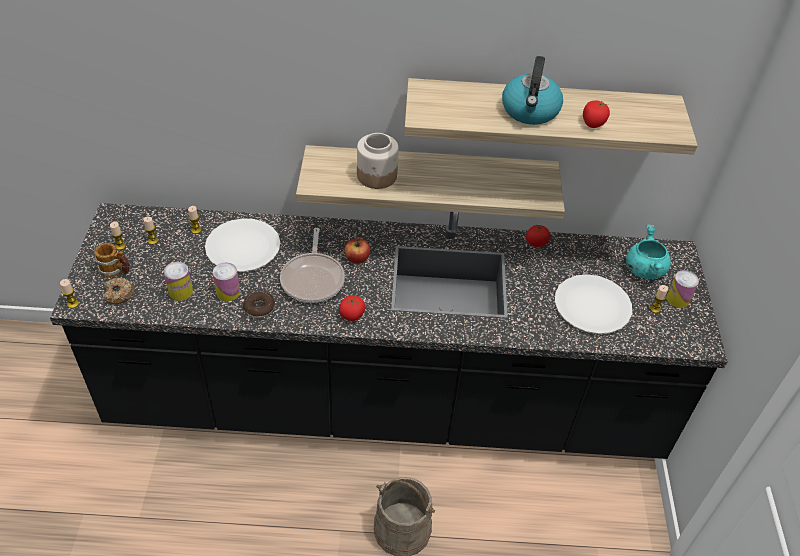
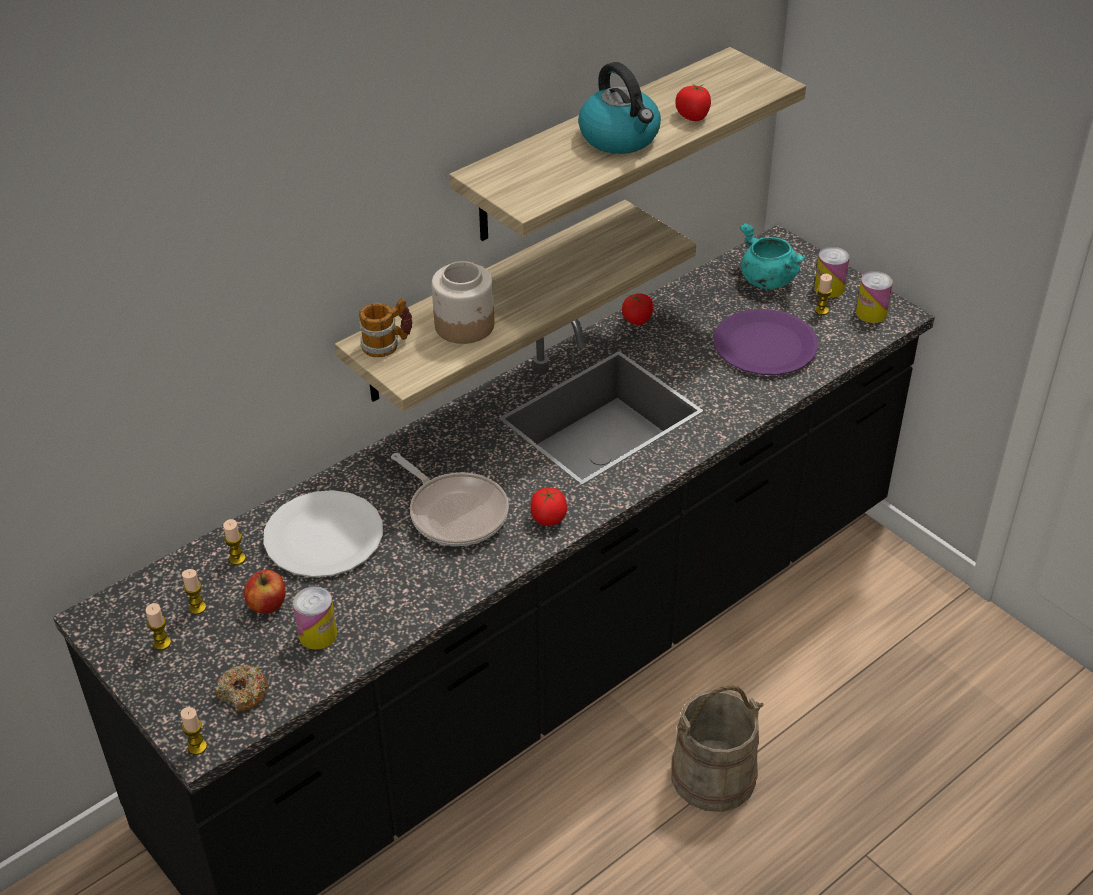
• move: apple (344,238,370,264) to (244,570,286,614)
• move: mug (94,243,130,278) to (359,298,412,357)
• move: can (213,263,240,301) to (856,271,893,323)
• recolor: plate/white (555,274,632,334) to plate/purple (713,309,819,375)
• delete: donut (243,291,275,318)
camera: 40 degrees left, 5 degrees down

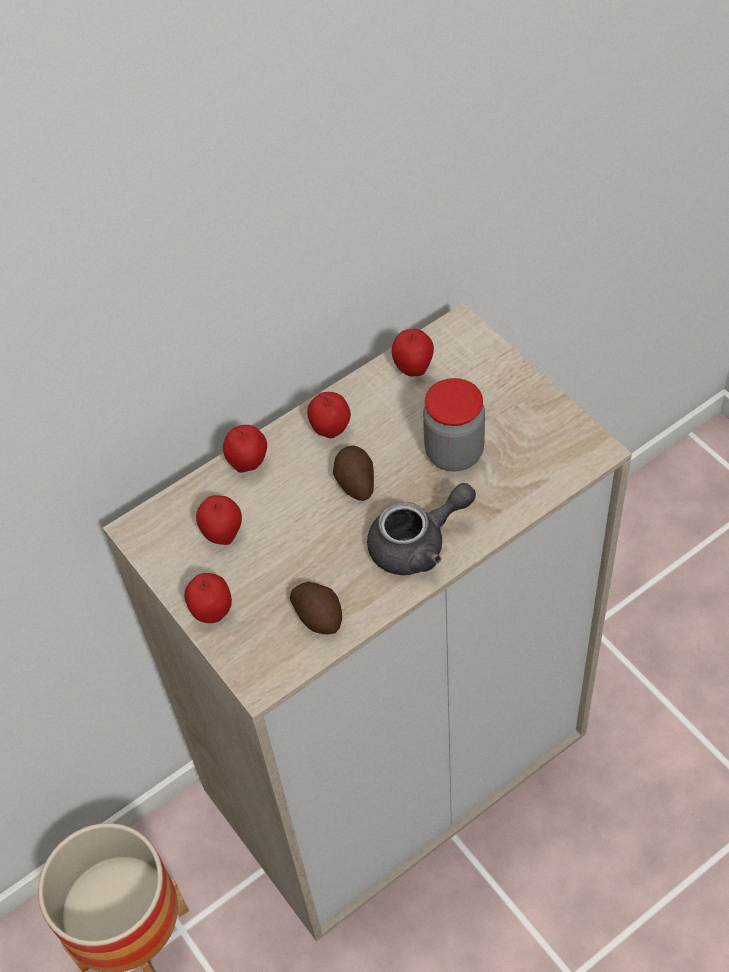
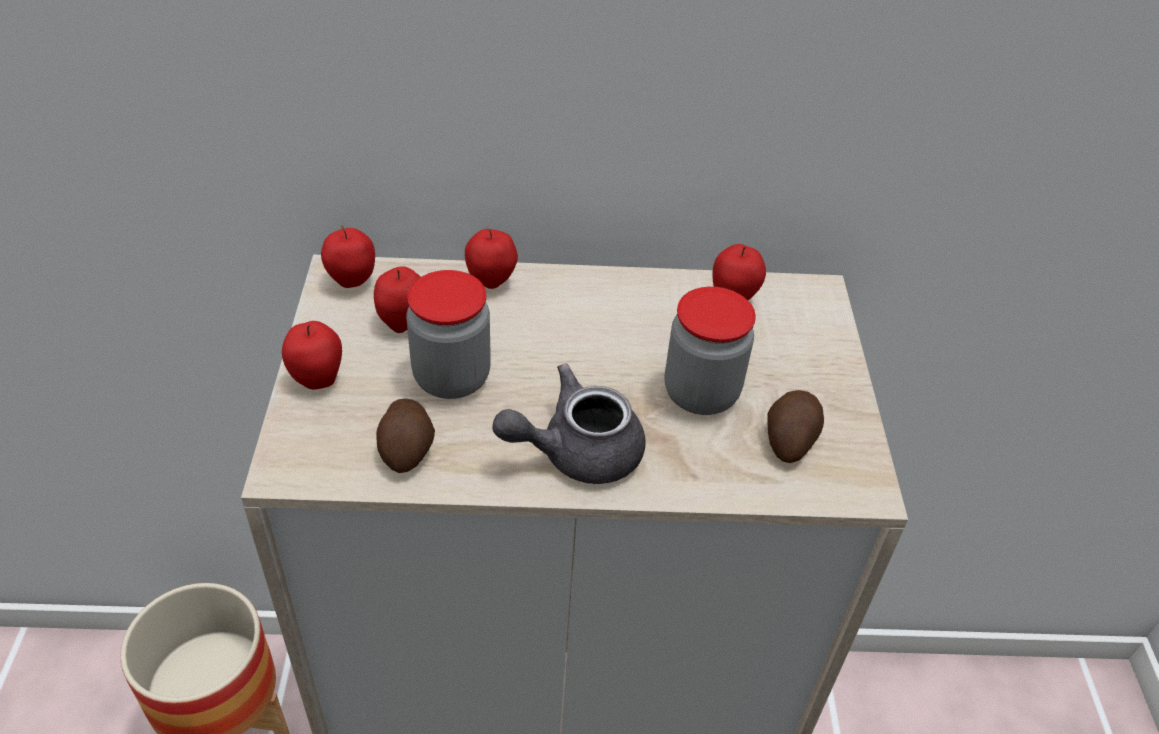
• move: apple (307,392,351,438) to (321,225,375,288)
• move: potato (333,446,374,501) to (768,390,824,463)
• rotate: teapot/grey (367,483,476,575) = (492,363,645,484) 150 degrees clockwise
• insert: jar (406,270,491,399)
camera: 30 degrees right, 10 degrees down

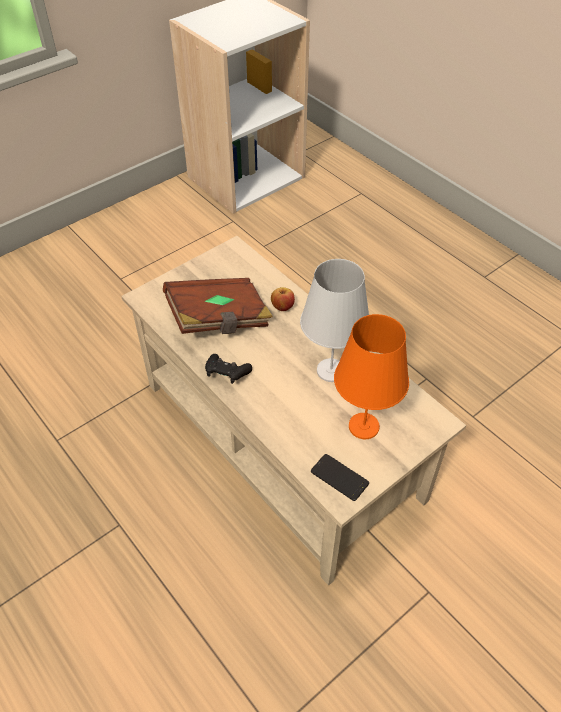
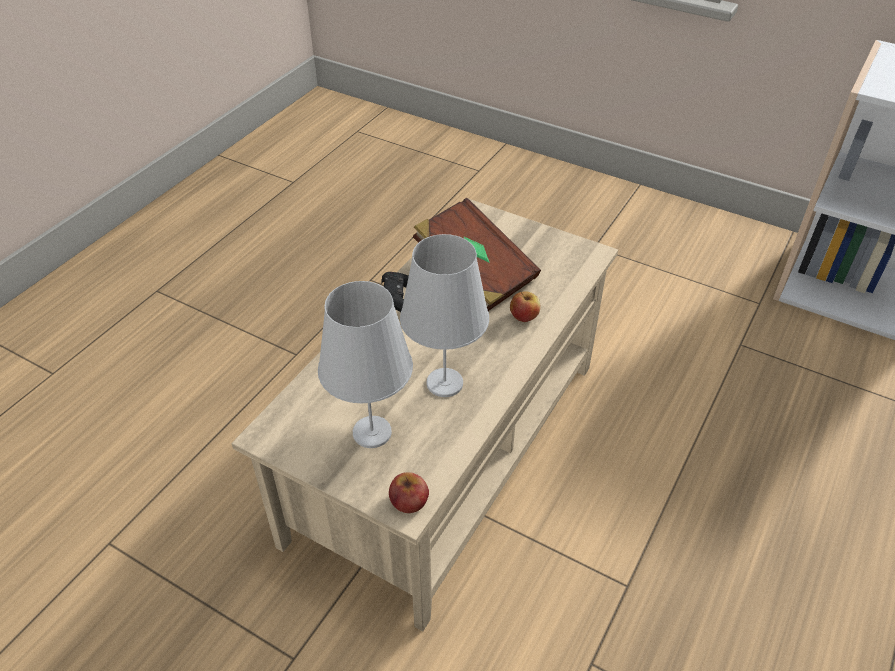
• recolor: table lamp/orange (334,314,409,439) to table lamp/white (318,281,413,448)
• delete: phone (311,454,369,501)
• insert: apple (389,472,429,513)
camera: 70 degrees right, 5 degrees down

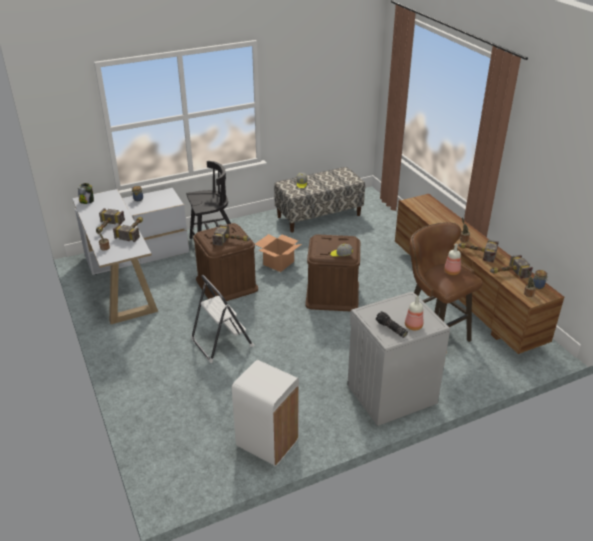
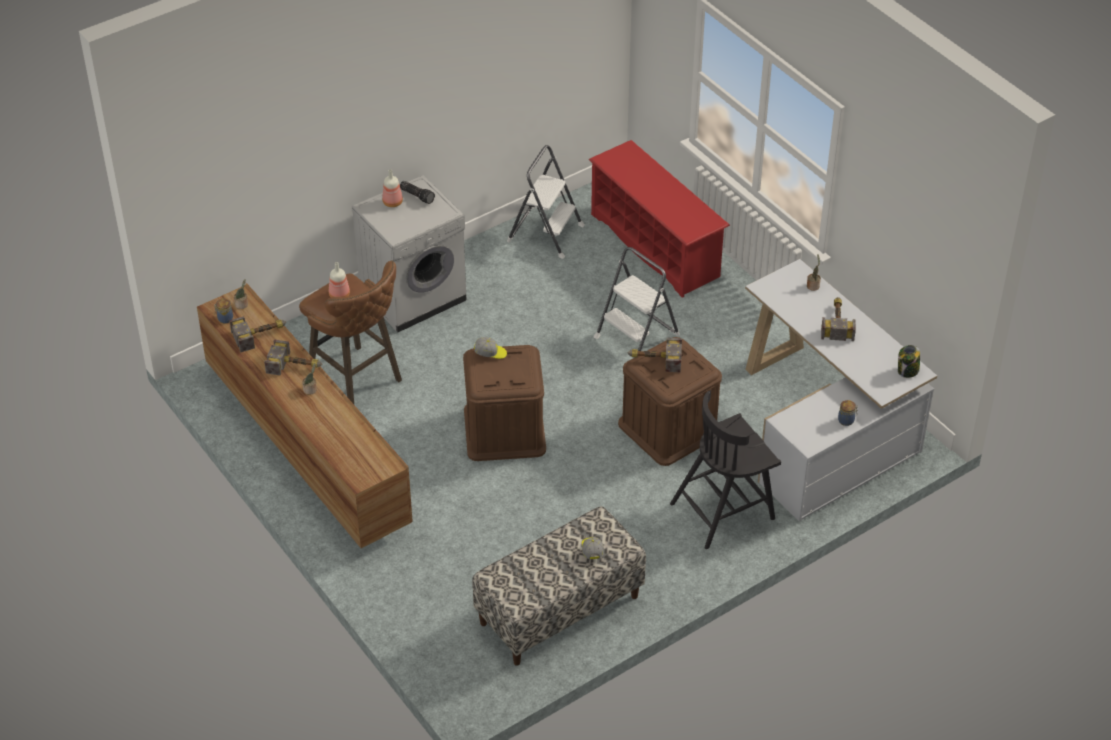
• delete: hammer (113,217,143,242)
• delete: cardboard box (255,234,302,272)
• replace: trash can/white (232,360,299,466) to step ladder/white (507,145,585,259)
• insert: shoe rack/red (588,140,730,298)
camera: 170 degrees right, 10 degrees up

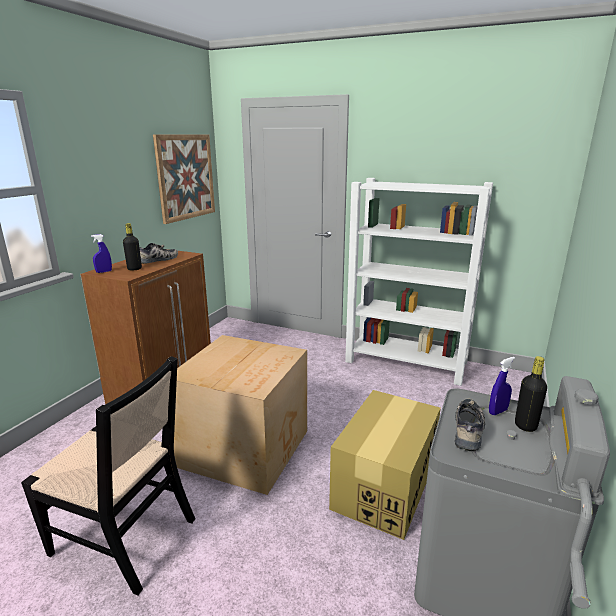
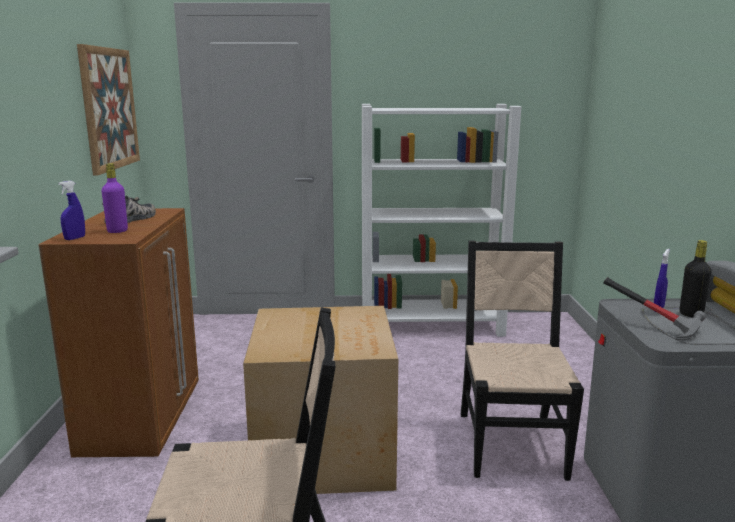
• recolor: bottle/black (123,223,142,271) to bottle/purple (102,163,128,233)
• replace: cardboard box (329,390,441,540) to chair (461,240,584,481)
• replace: shoe (455,398,485,451) to hammer (603,277,706,340)
camera: 25 degrees left, 5 degrees down

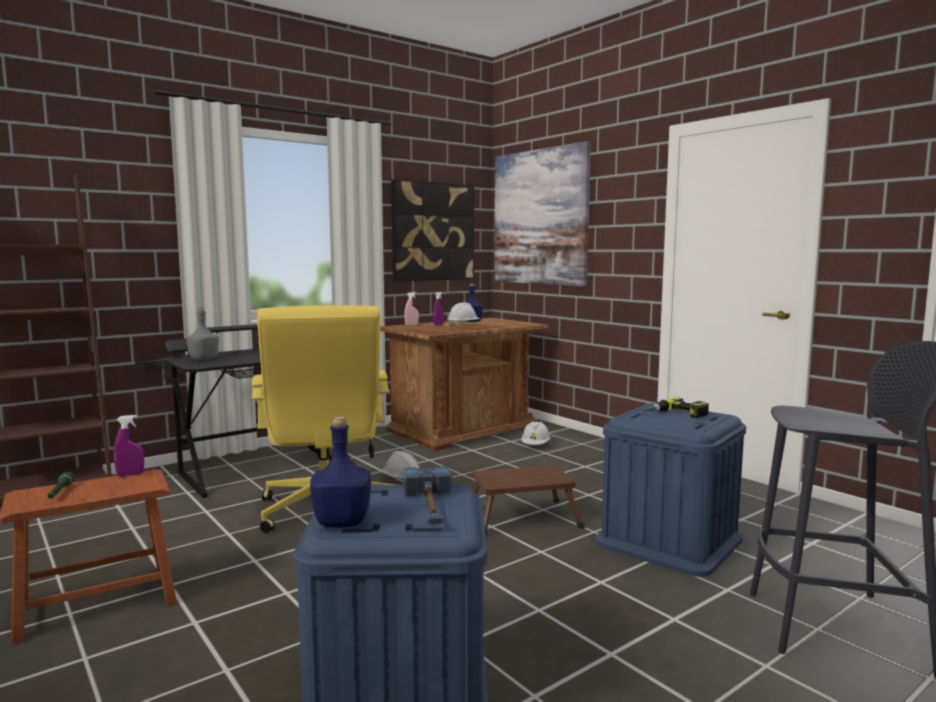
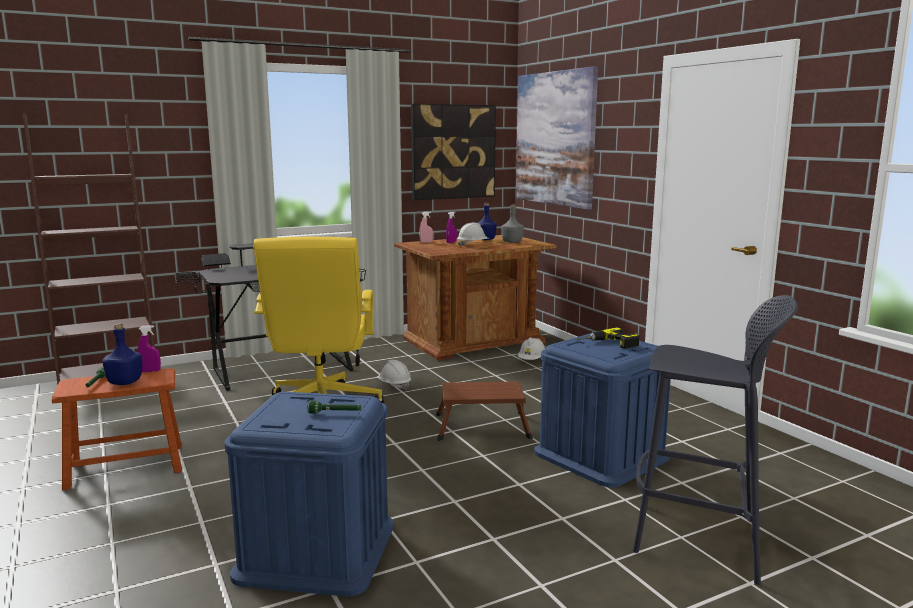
• move: bottle/grey (186,308,219,360) to (501,205,524,243)
• move: bottle/blue (310,417,371,528) to (102,323,142,385)
• replace: hammer (403,466,452,525) to flashlight/green (308,400,361,414)
camera: 10 degrees right, 5 degrees up

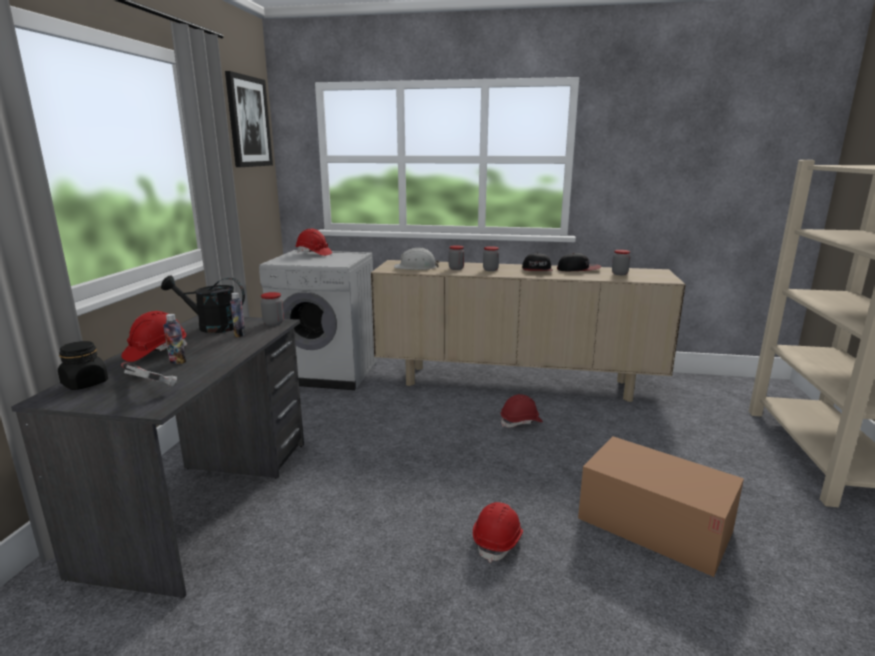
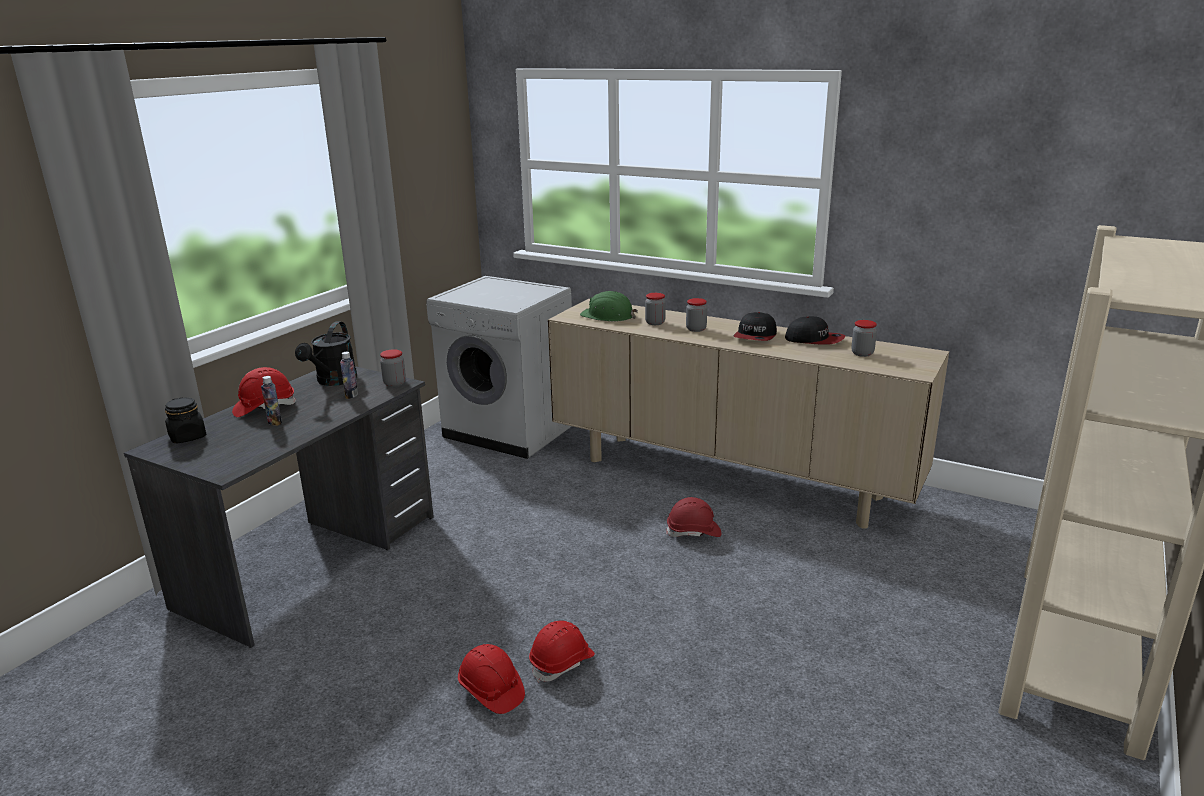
• delete: picture (225,71,273,167)
• move: hard hat/red (296,229,332,256) to (458,644,525,714)
• recolor: hard hat/white (394,248,440,270) to hard hat/green (580,291,638,322)
• rotate: watering can/black (161,276,245,333) = (295,321,357,386) 105 degrees counterclockwise
• delete: hammer (120,362,177,387)
• delete: cardboard box (578,436,744,577)
camera: 20 degrees right, 5 degrees up

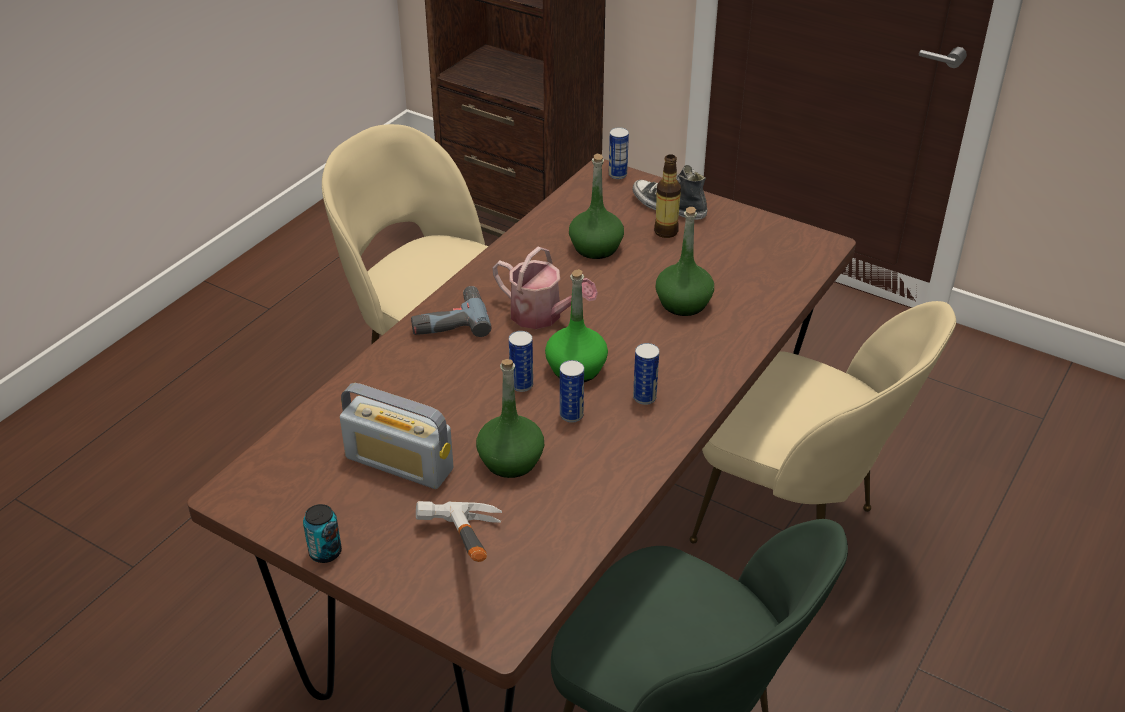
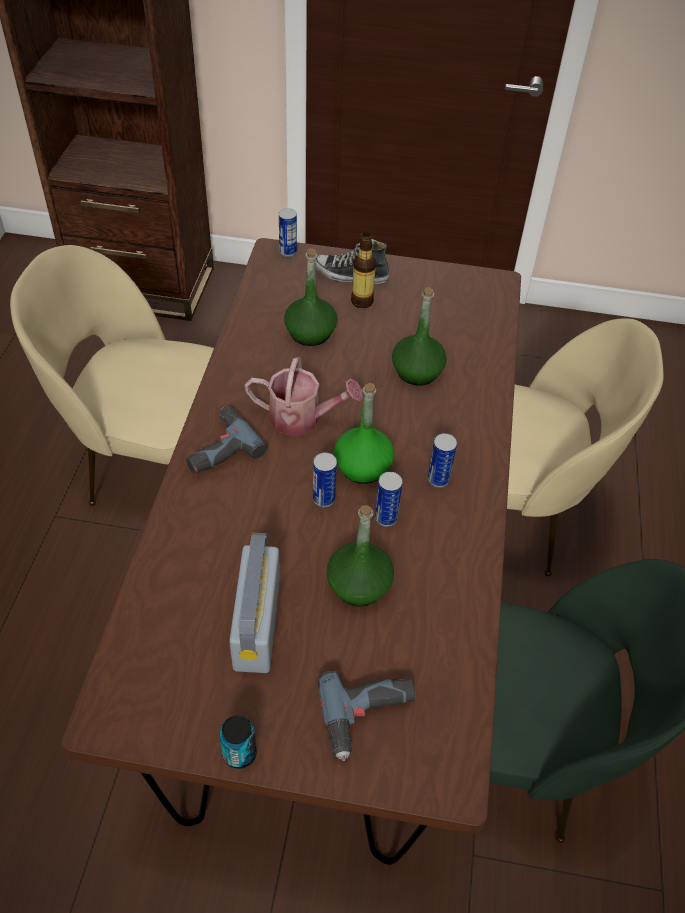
• rotate: radio (340,383,453,489) = (229,533,280,673) 90 degrees clockwise
• replace: hammer (416,501,502,562) to power drill (317,671,415,761)
camera: 25 degrees left, 10 degrees up

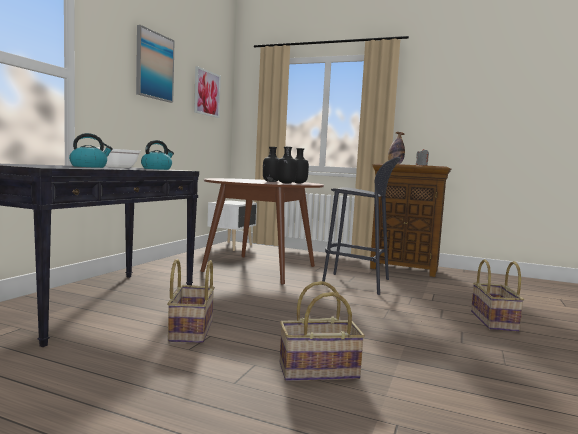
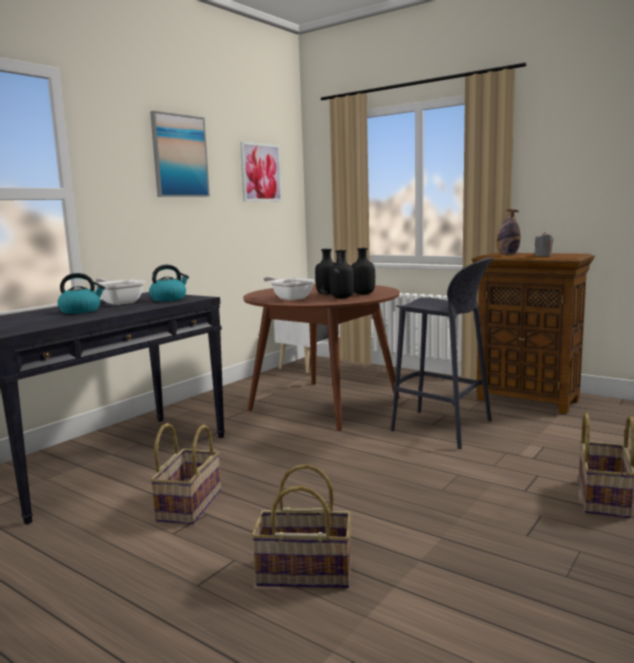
• insert: frying pan (264,277,315,300)
camera: 15 degrees right, 5 degrees up

